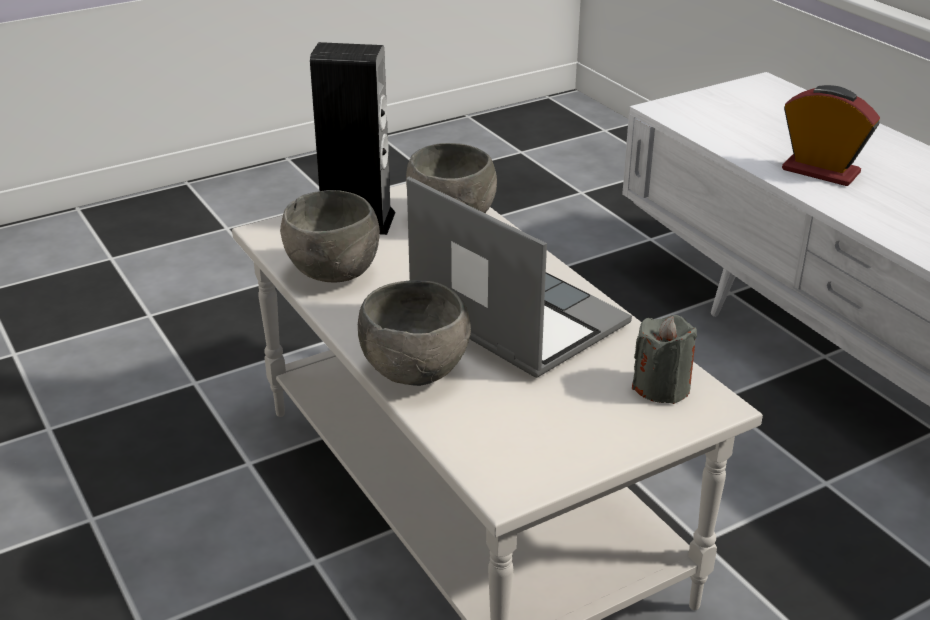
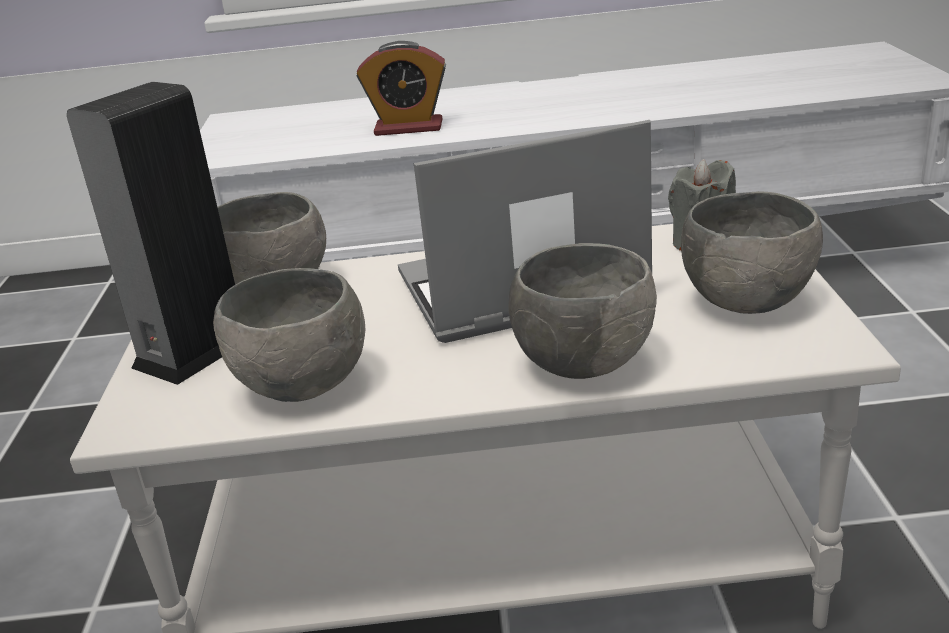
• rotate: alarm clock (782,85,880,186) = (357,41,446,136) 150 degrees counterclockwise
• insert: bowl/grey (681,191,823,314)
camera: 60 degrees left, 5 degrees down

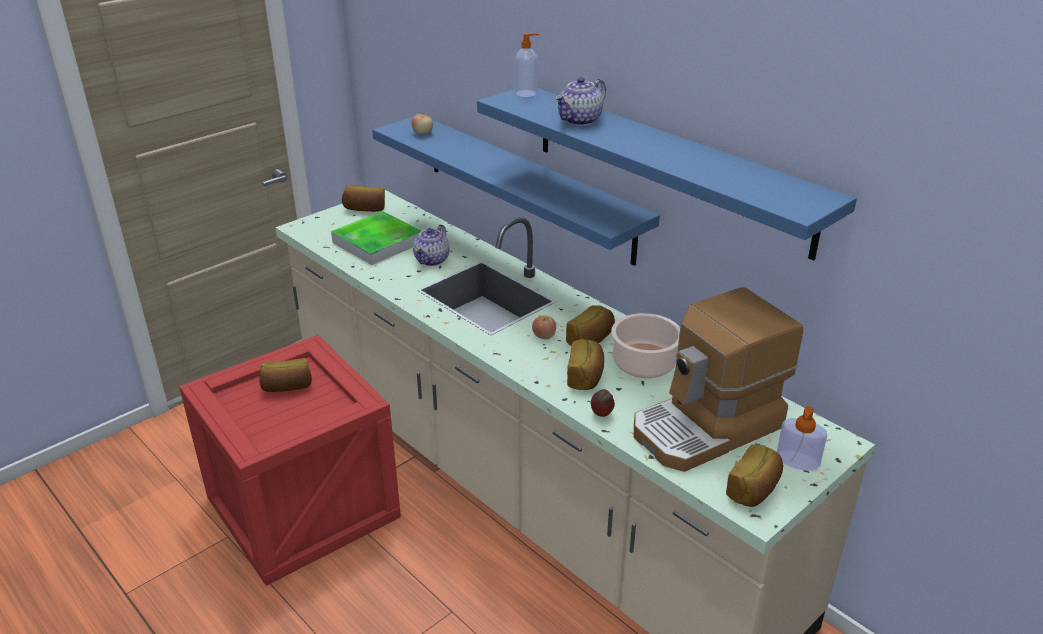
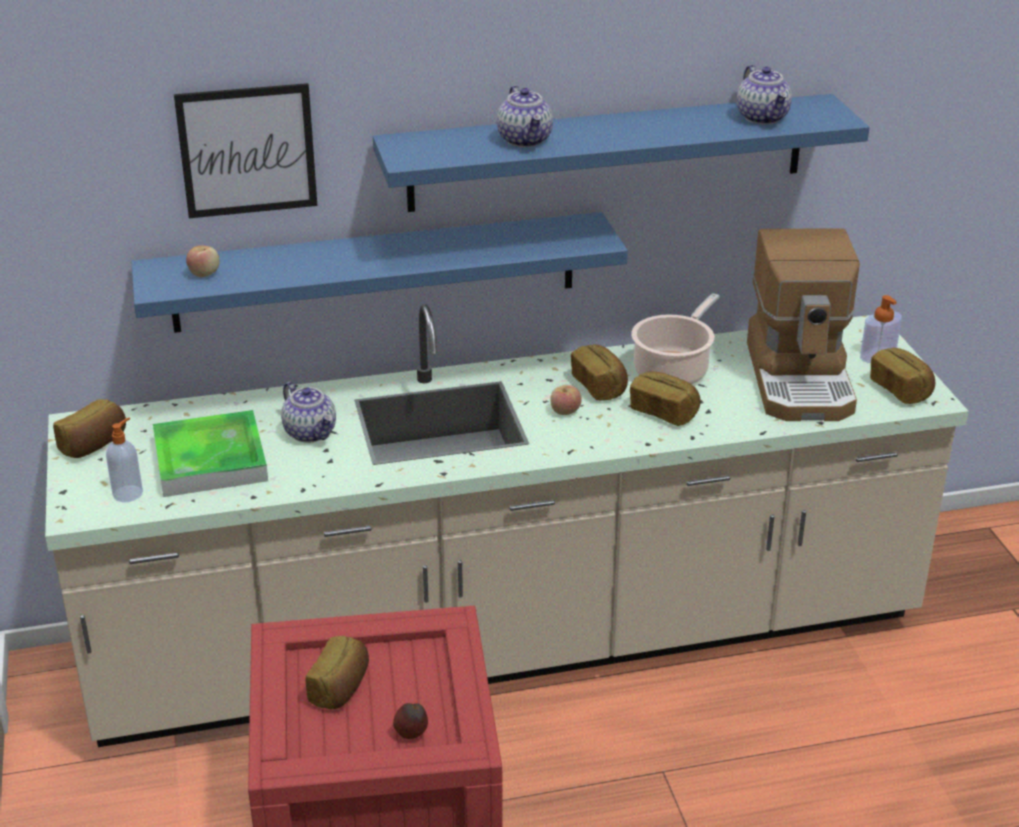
• move: soap dispenser (515,33,540,97) to (106,418,143,502)
• move: apple (591,389,615,417) to (393,703,428,739)
• insert: teapot (737,65,792,124)
• insert: picture (174,83,317,218)
camera: 60 degrees left, 0 degrees up

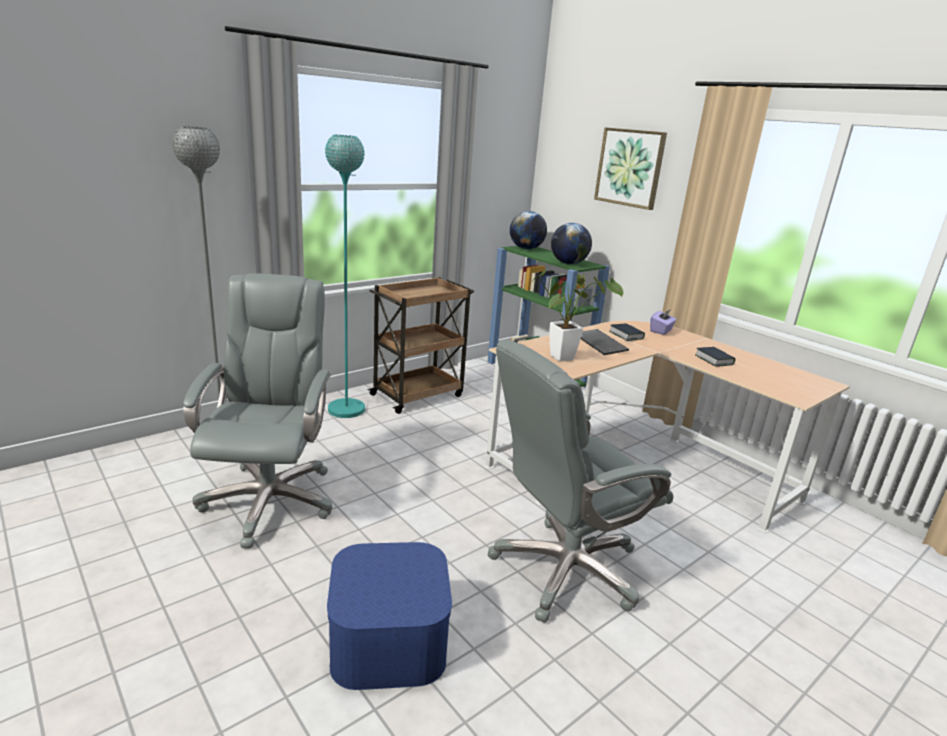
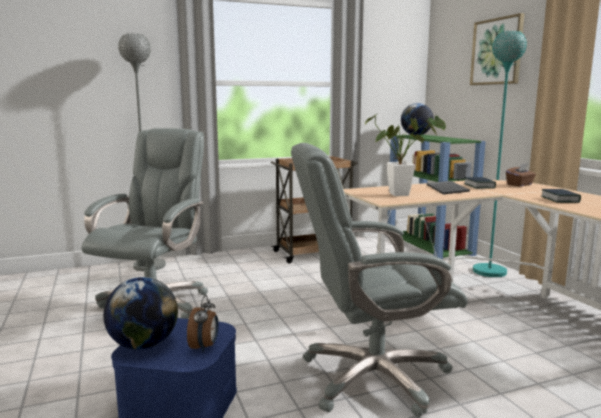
• move: floor lamp/turquoise (325,135,365,418) to (473,31,527,277)
• move: globe (551,223,592,264) to (103,277,178,350)
• recolor: tissue box/purple (650,309,677,335) to tissue box/brown (506,163,536,187)
• insert: alarm clock (187,295,218,352)
camera: 20 degrees right, 10 degrees down

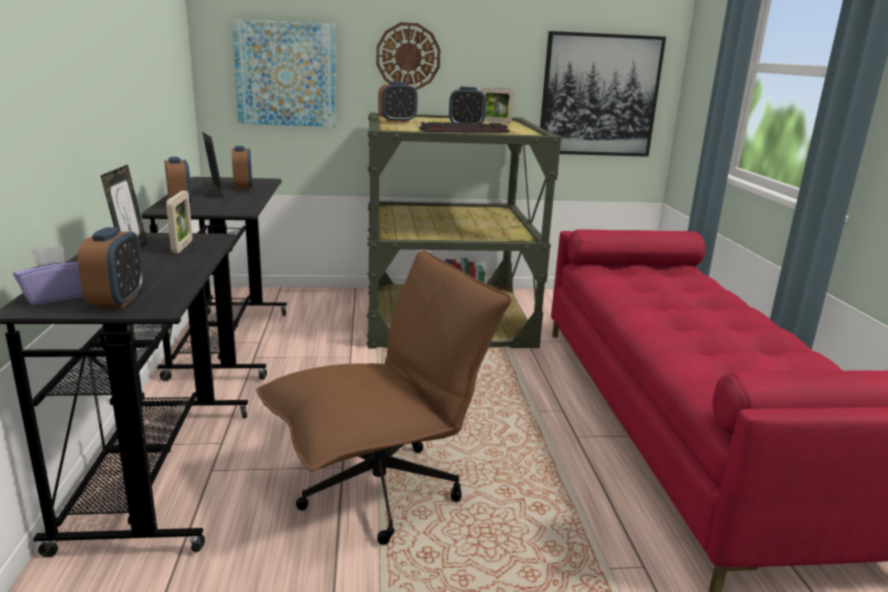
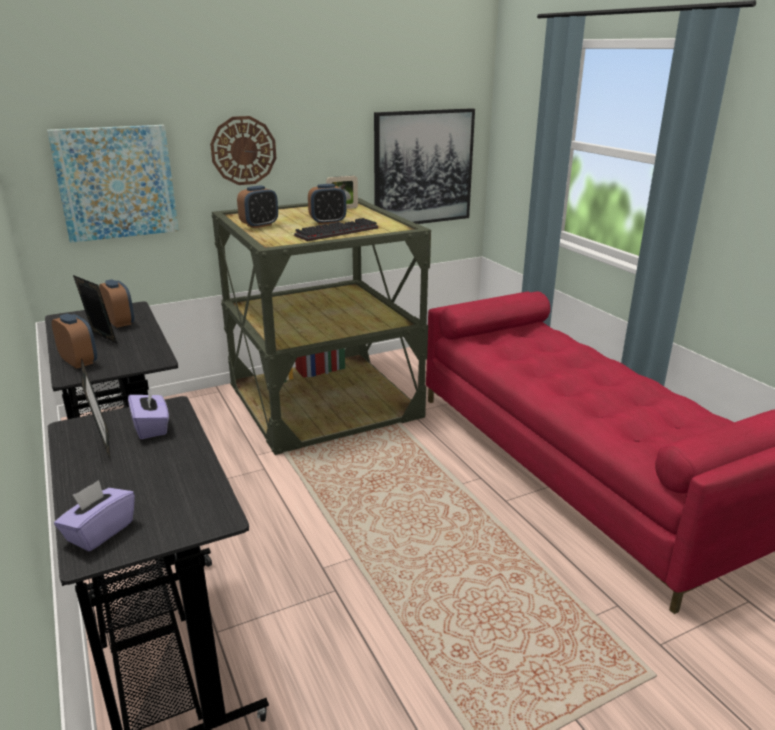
• replace: picture frame (166,191,193,253) to tissue box/purple (128,388,169,439)
• delete: alarm clock (78,227,143,308)
• delete: office chair/brown (256,250,511,545)
camera: 20 degrees left, 5 degrees up

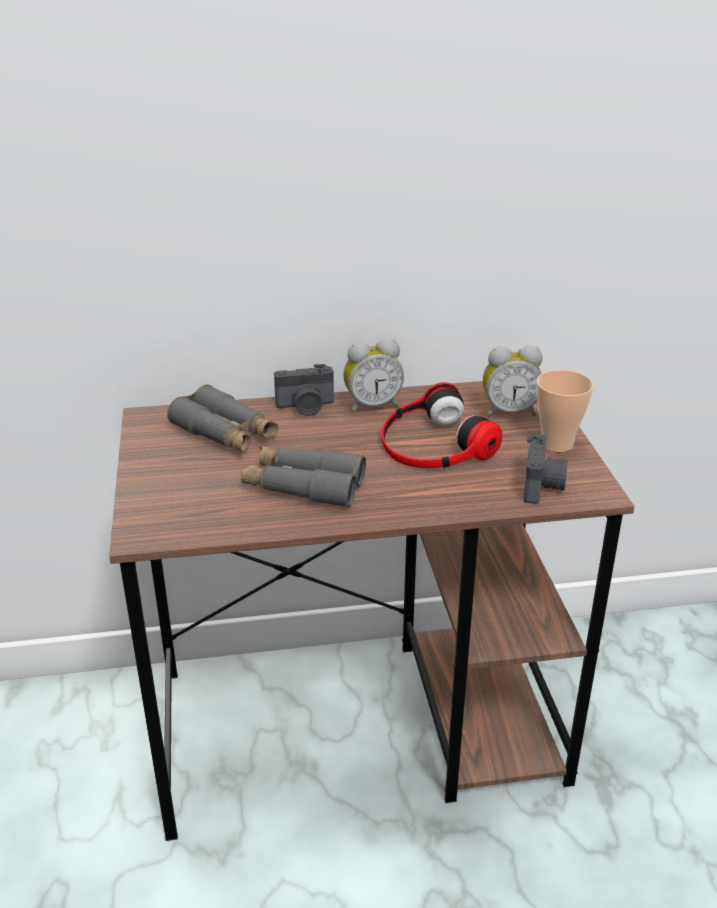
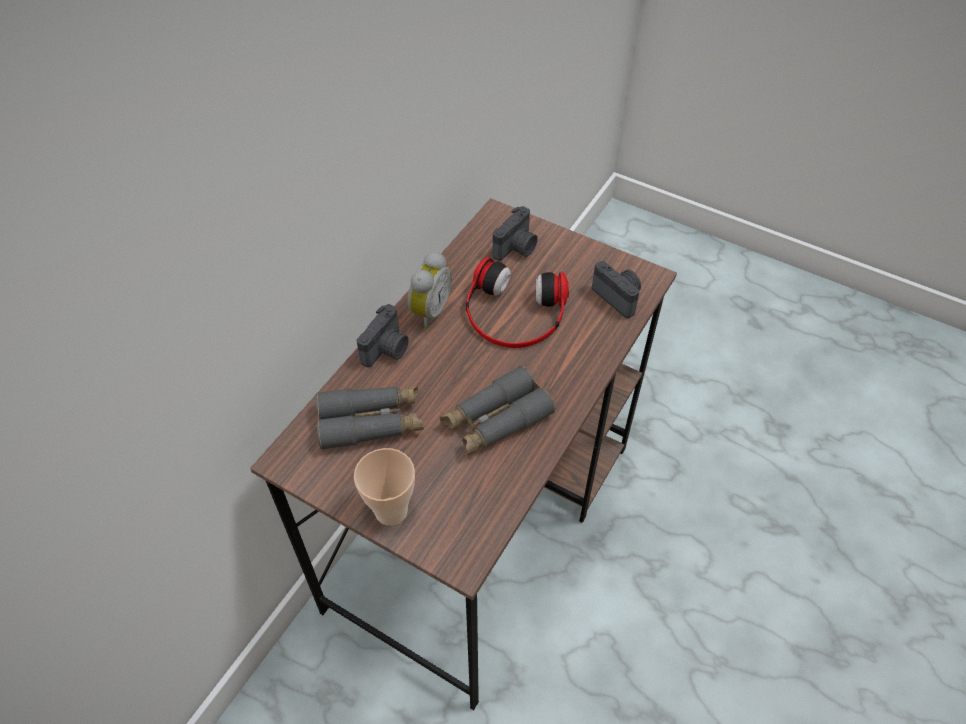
• replace: alarm clock (483,346,543,417) to photo camera (492,206,538,261)
• move: cup (536,370,594,452) to (354,448,415,526)
camera: 50 degrees left, 20 degrees up

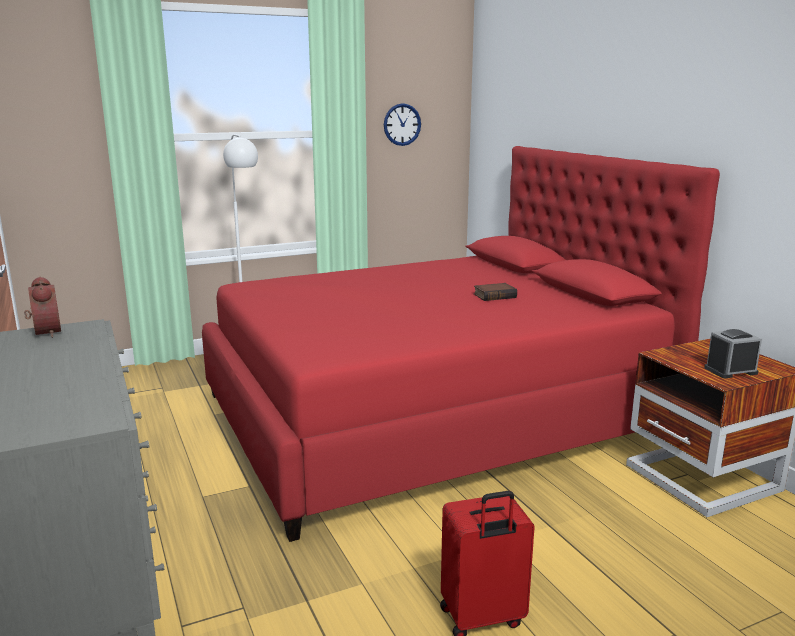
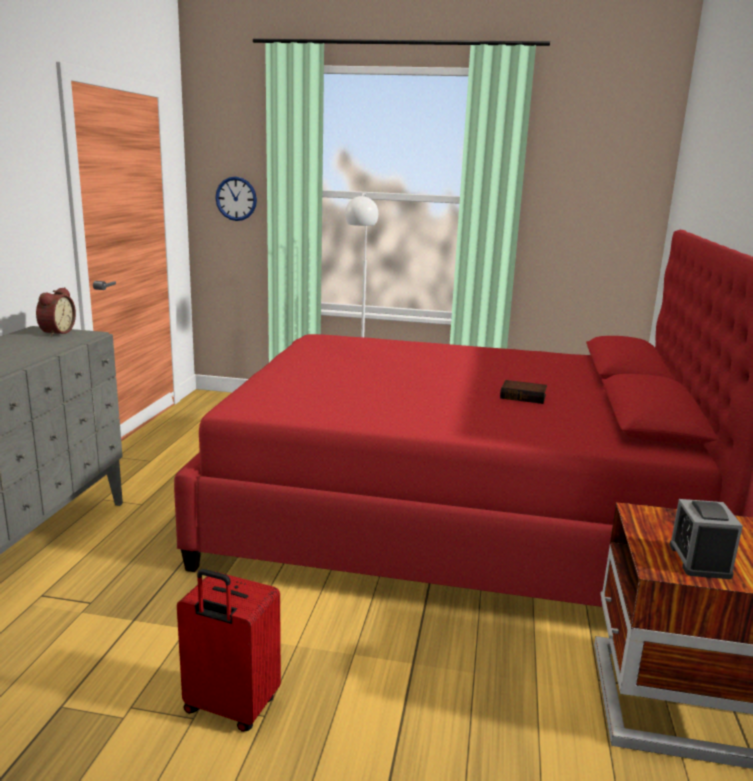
• move: wall clock (384,103,421,146) to (215,177,257,221)
• rotate: alarm clock (704,329,762,378) = (669,499,743,579) 105 degrees counterclockwise
camera: 35 degrees right, 0 degrees up

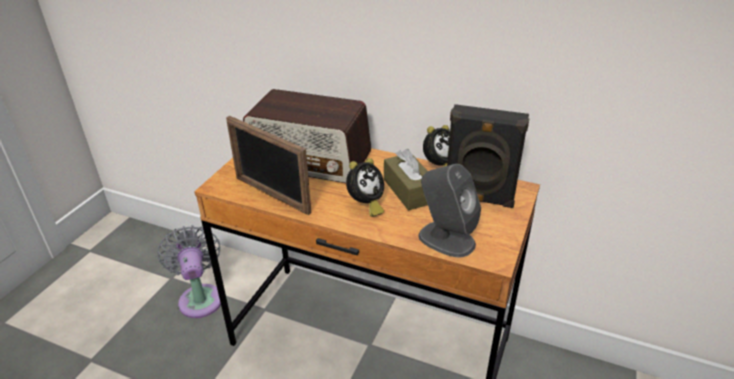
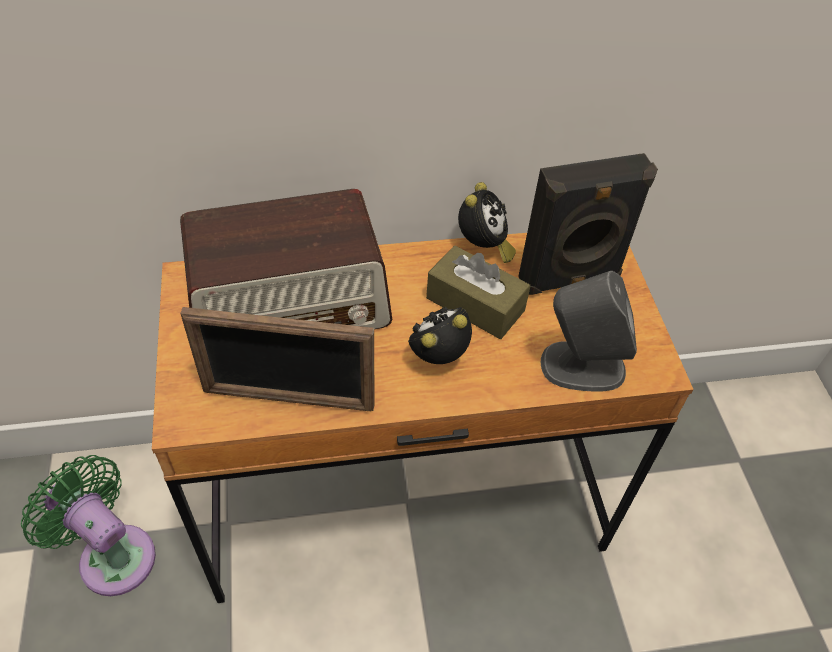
• rotate: alarm clock (346,158,384,217) = (408,307,472,364) 135 degrees counterclockwise
• recolor: fan/grey (157,225,221,318) to fan/green (21,455,156,596)
camera: 35 degrees left, 15 degrees up

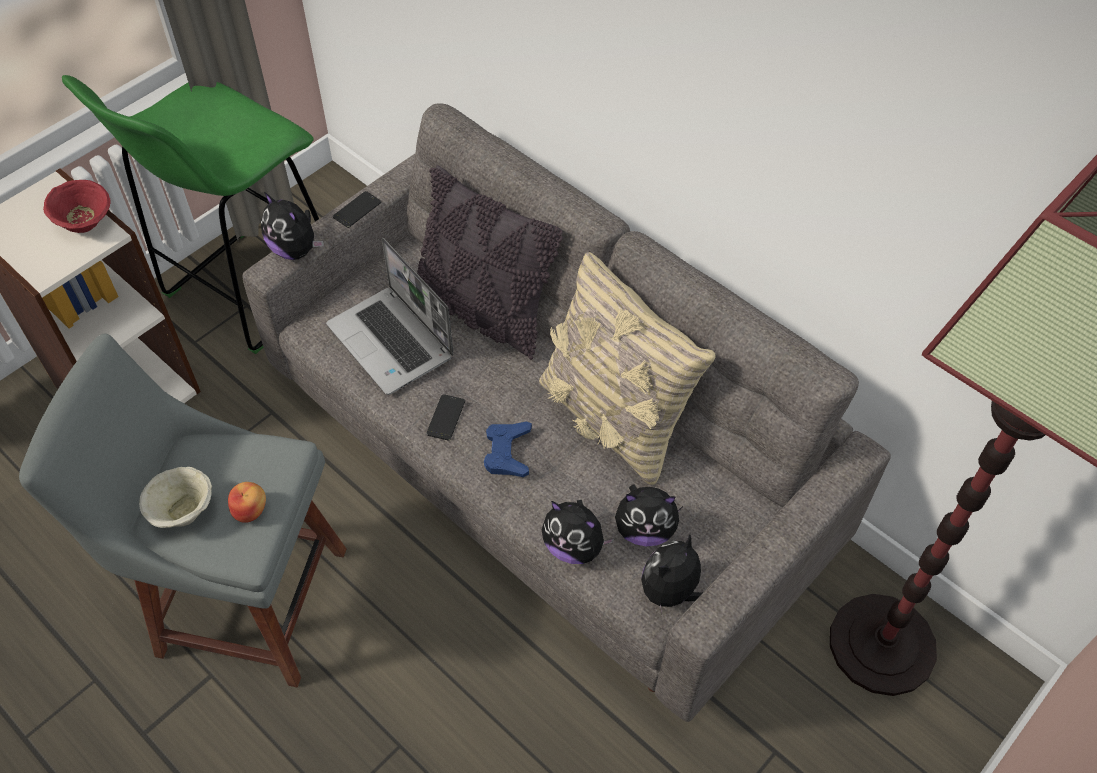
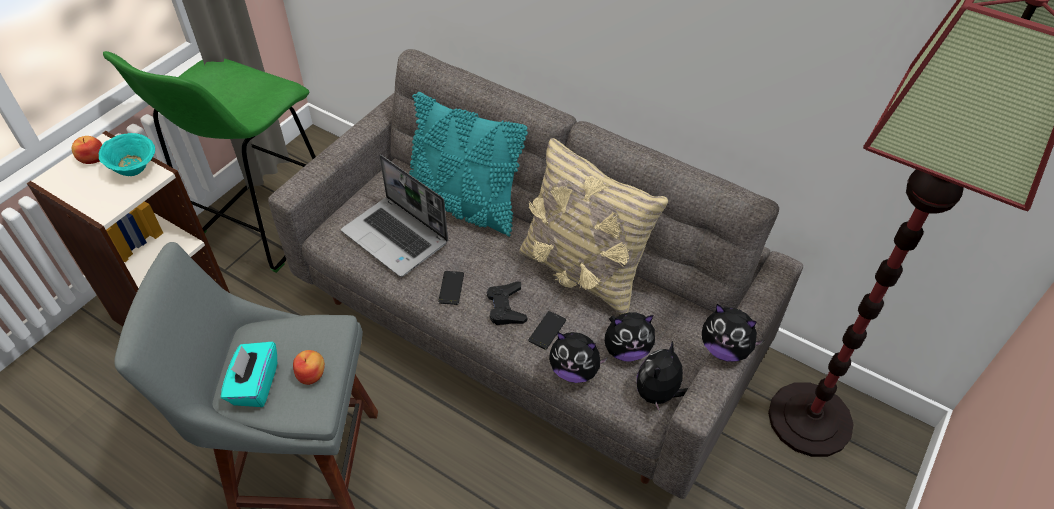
• recolor: pillow/black (417,165,563,360) to pillow/turquoise (409,92,528,237)
• recolor: bowl/red (43,180,111,233) to bowl/turquoise (99,133,155,176)
• move: phone (333,191,381,228) to (528,311,566,350)
• move: plush toy (261,192,324,260) to (702,304,764,362)
• recolor: game controller/blue (484,421,532,477) to game controller/black (487,281,527,325)
• replace: bowl/beige (139,467,212,528) to tissue box/turquoise (221,342,277,407)
• insert: apple (72,136,103,164)
camera: 10 degrees left, 5 degrees down

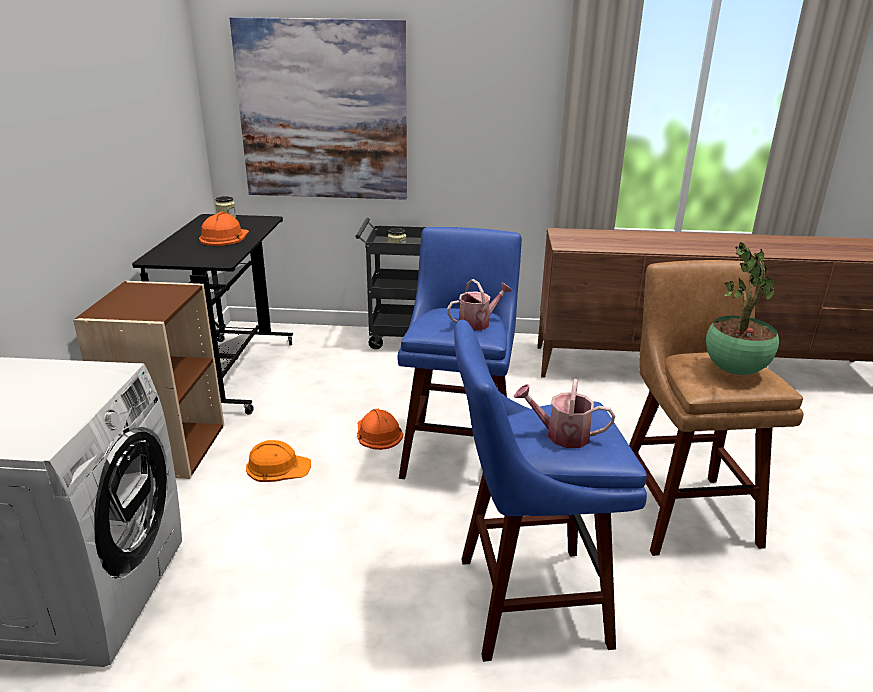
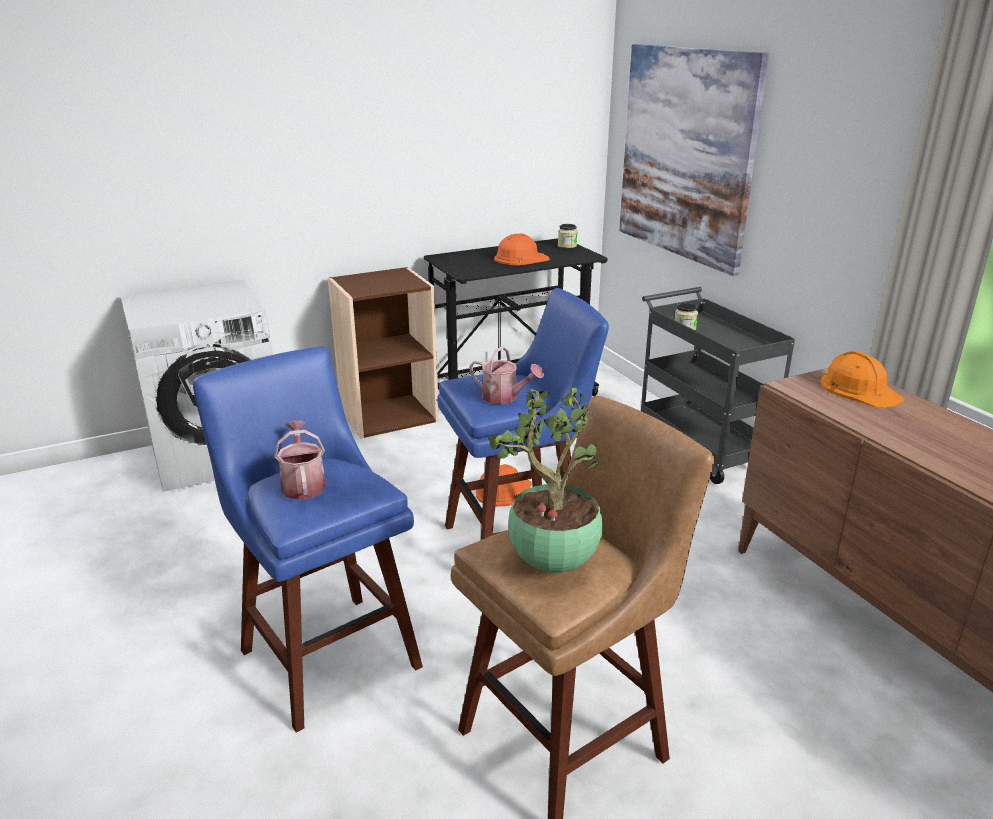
• move: hard hat/orange (246,440,311,482) to (821,351,904,408)
camera: 60 degrees right, 0 degrees up

